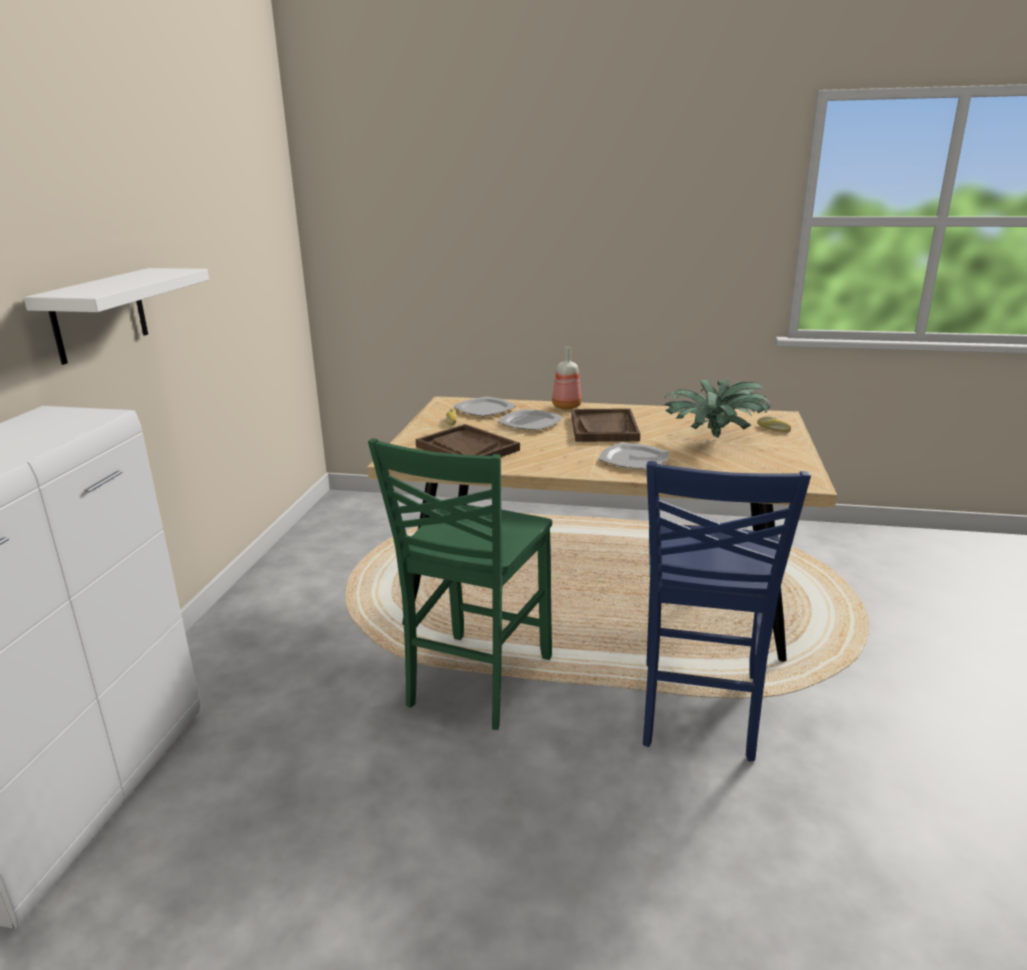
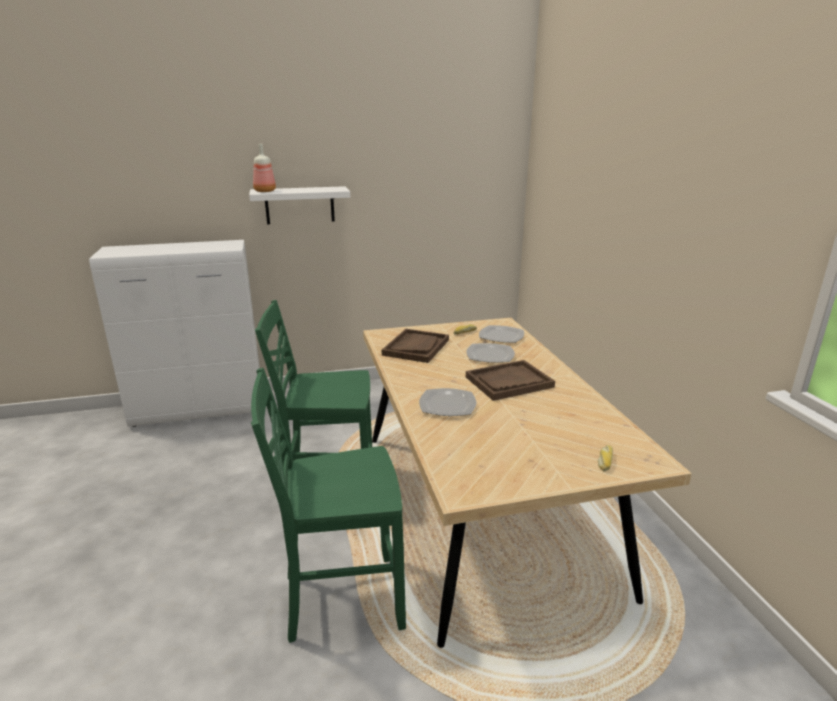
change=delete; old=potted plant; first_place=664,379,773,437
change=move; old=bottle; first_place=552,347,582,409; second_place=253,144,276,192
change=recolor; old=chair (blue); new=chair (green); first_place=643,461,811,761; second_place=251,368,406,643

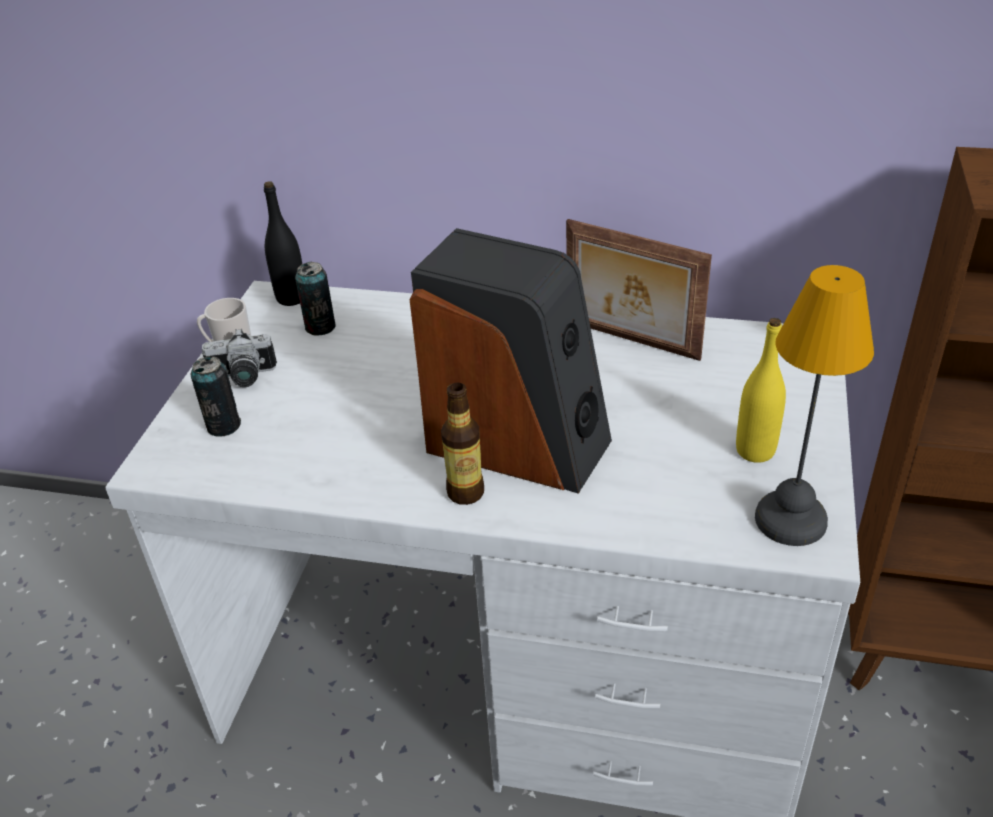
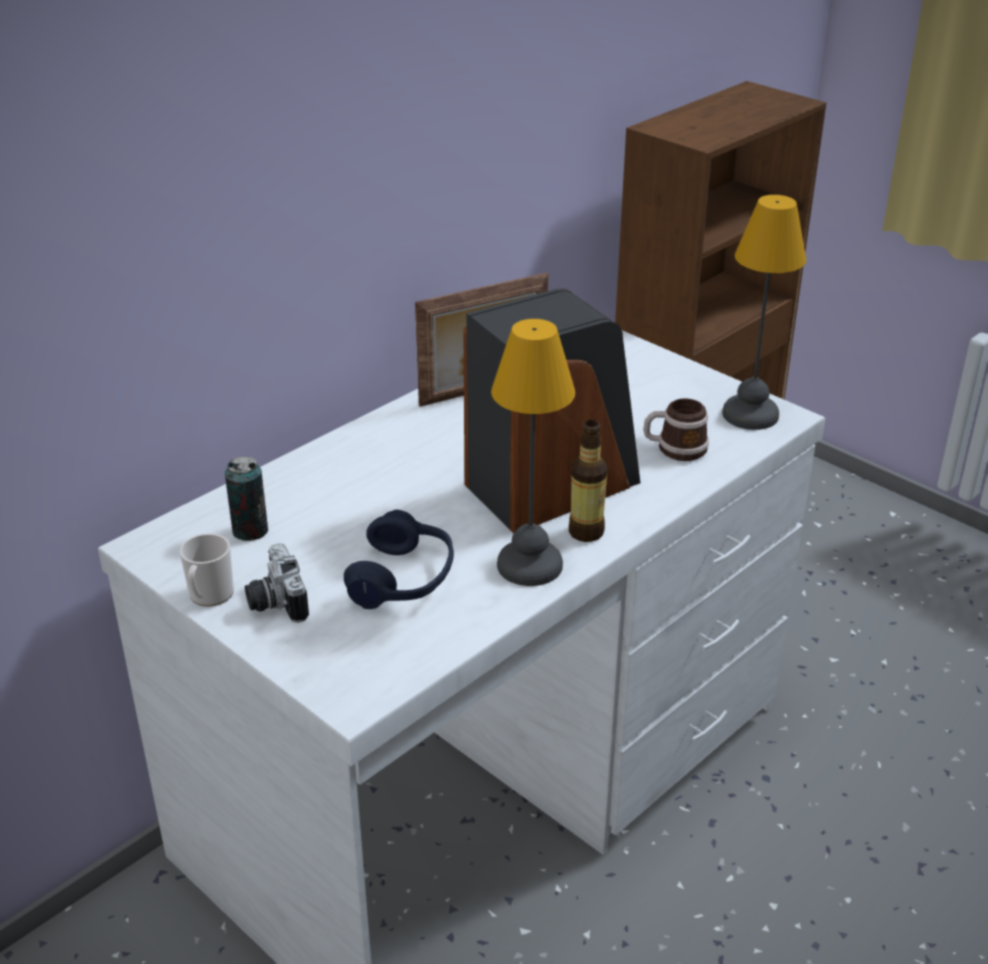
change=delete; old=can; first_place=191,356,241,437
change=delete; old=bottle (black); first_place=264,181,302,306
change=delete; old=bottle (yellow); first_place=736,318,786,463
change=insert; new=headphones (blue); second_place=344,510,454,609
change=insert; new=table lamp; second_place=491,319,575,586
change=insert; new=mug; second_place=643,398,709,461
change=rotate; old=photo camera; first_place=202,328,277,387; second_place=245,543,309,623; degrees=135

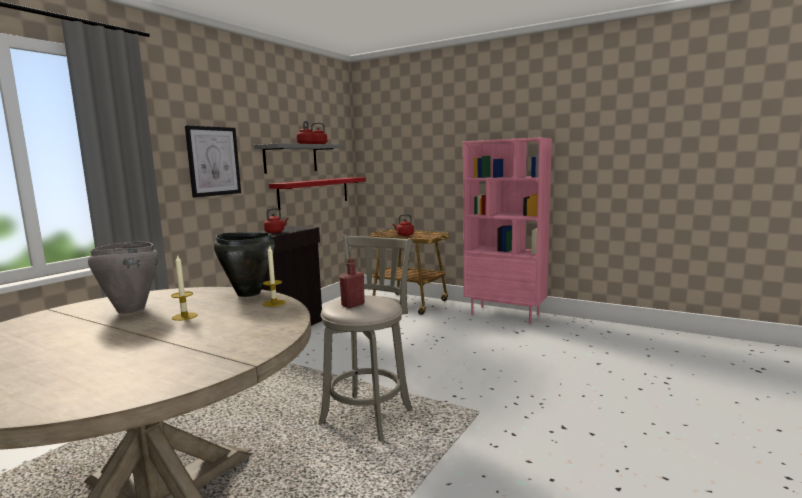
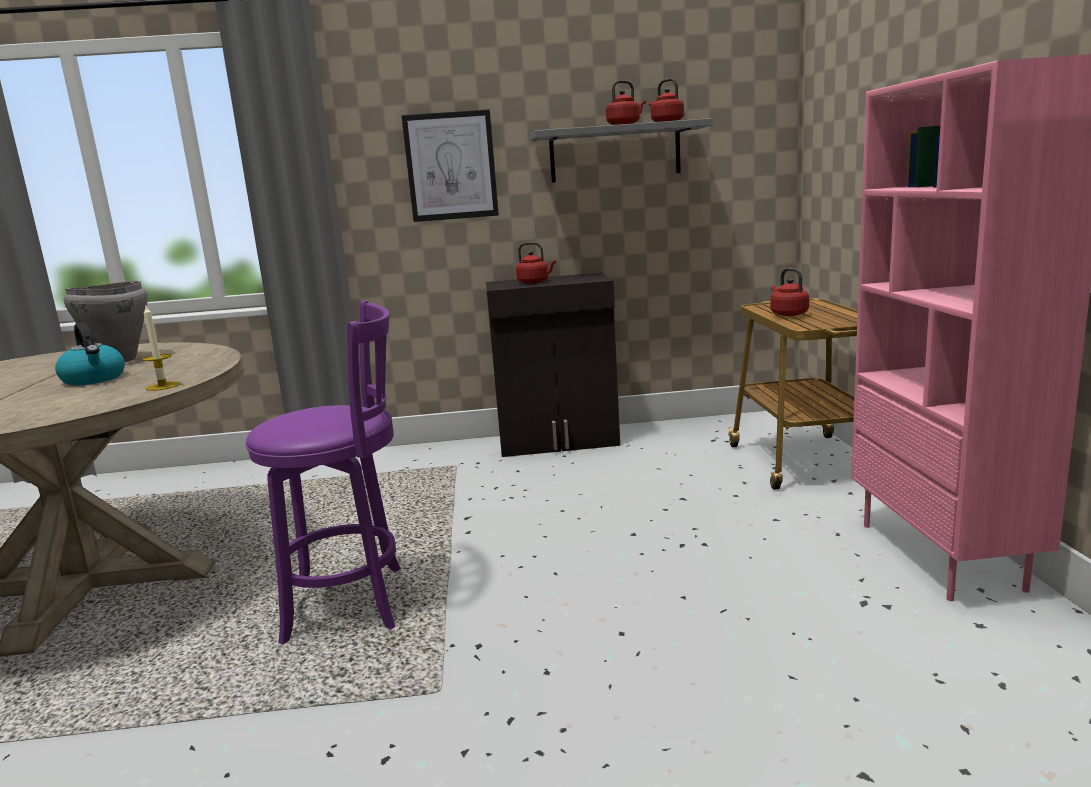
change=delete; old=cooking pot (black); first_place=214,233,275,297
change=delete; old=shelf (red); first_place=269,177,366,210
change=delete; old=bottle (red); first_place=339,258,365,308
change=replace; old=candle; new=kettle; first_place=171,254,197,321; second_place=55,322,125,385
change=recolor; old=stool (grey); new=stool (purple); first_place=318,235,413,442; second_place=246,301,401,645

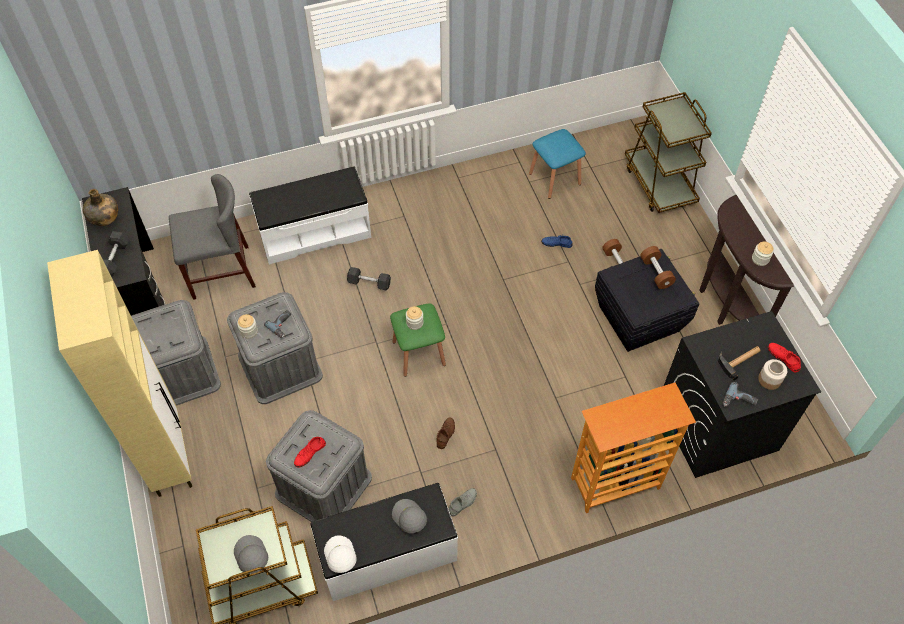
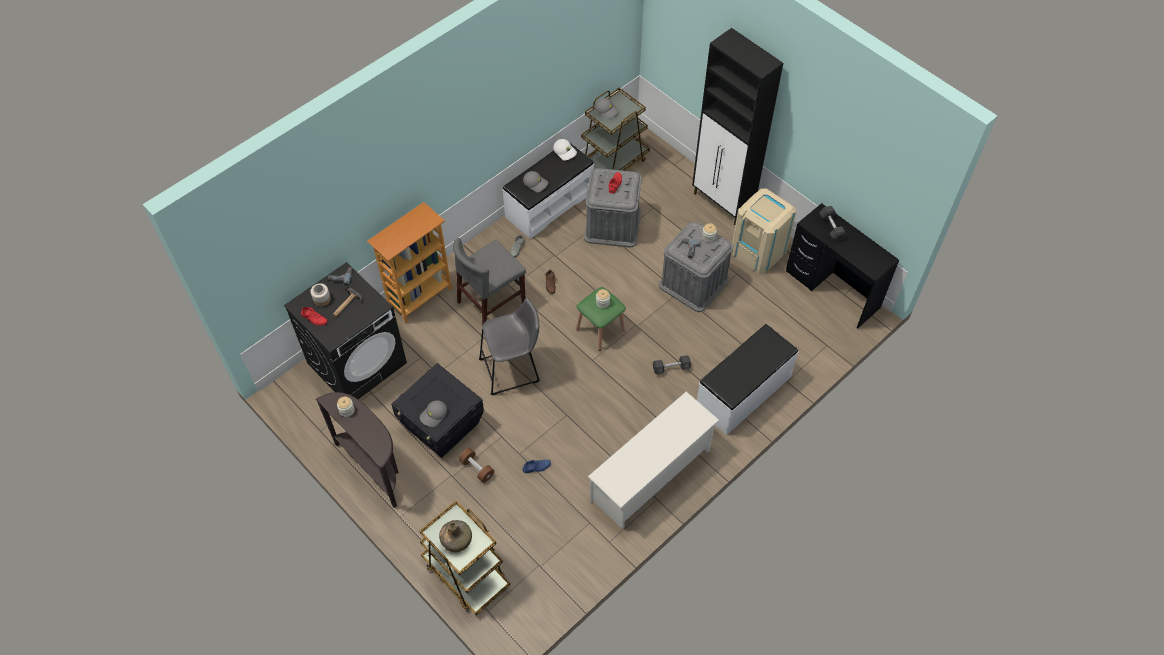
change=delete; old=stool (blue); first_place=529,129,586,199
change=insert; new=stool (grey); second_place=479,298,540,395
change=insert; new=shoe rack (white); second_place=588,391,720,529
change=move; old=bottle (green); first_place=83,189,118,226; second_place=439,520,472,552
change=move; old=chair (grey); first_place=169,174,256,300; second_place=453,238,526,328
change=replace; old=storage box (grey); new=trash can (beige); first_place=131,300,221,406; second_place=731,188,796,274
change=replace; old=dumbbell (brown); new=cap (grey); first_place=640,246,676,289; second_place=420,400,447,427
change=recolor; old=cabinet (beige); new=cabinet (black); first_place=47,250,192,497; second_place=692,28,783,225

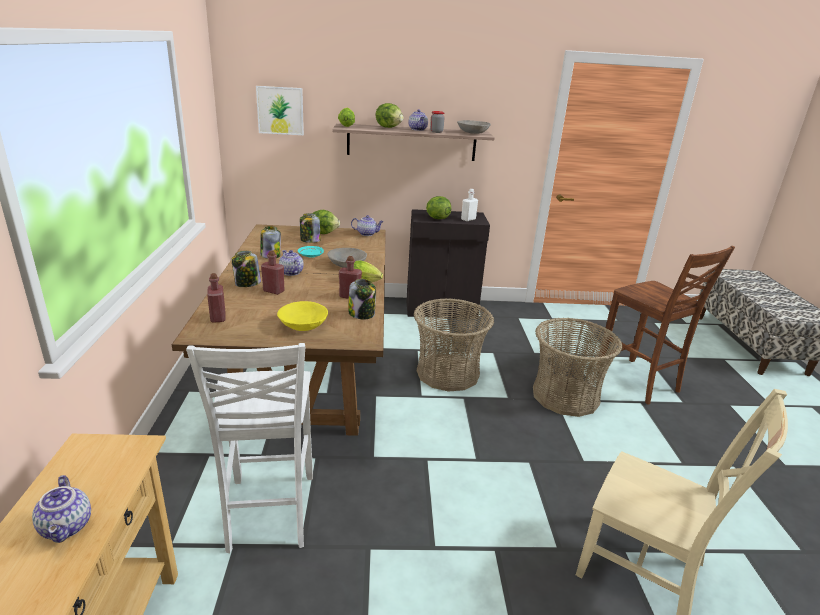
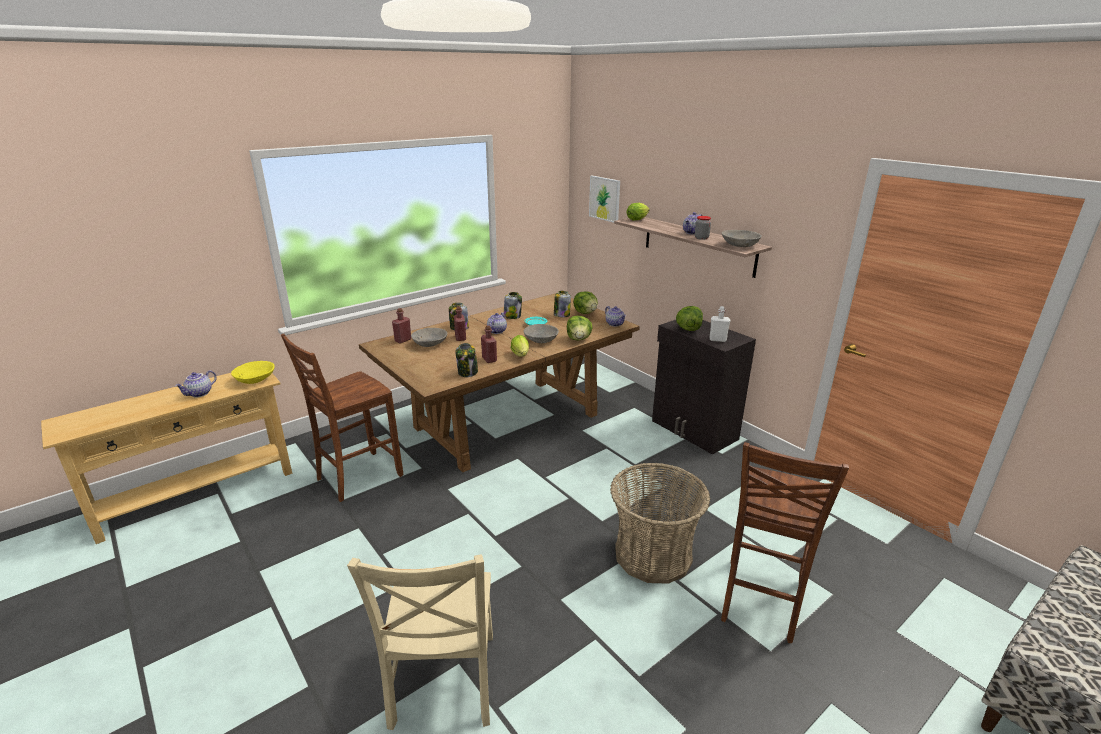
change=delete; old=basket; first_place=414,299,494,392
change=insert; new=bowl (grey); second_place=411,328,447,347
change=move; old=bowl (yellow); first_place=277,301,328,331; second_place=231,361,275,384
change=move; old=lettuce; first_place=375,103,404,128; second_place=567,316,593,341
change=recolor; old=chair (white); new=chair (brown); first_place=186,343,313,553; second_place=281,334,403,502

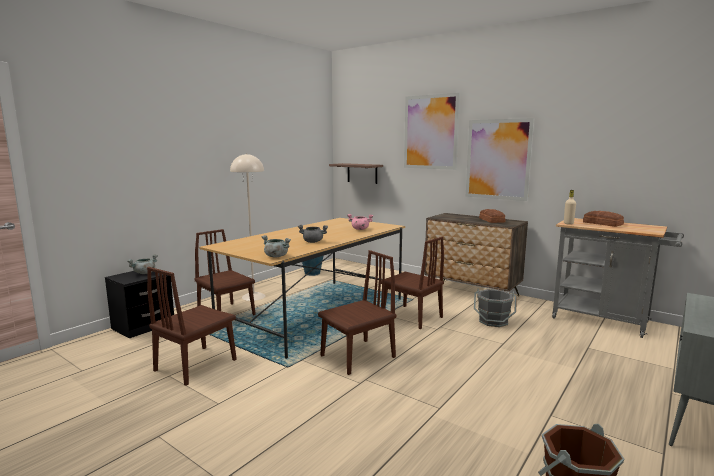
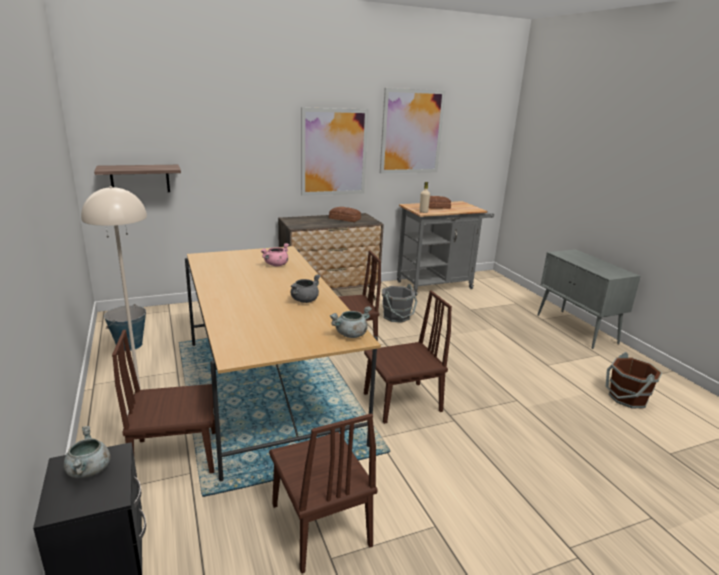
change=move; old=picture; first_place=404,93,460,170; second_place=380,88,446,173
change=rotate; old=chair (brown); first_place=318,250,396,375; second_place=364,291,452,424; degrees=75

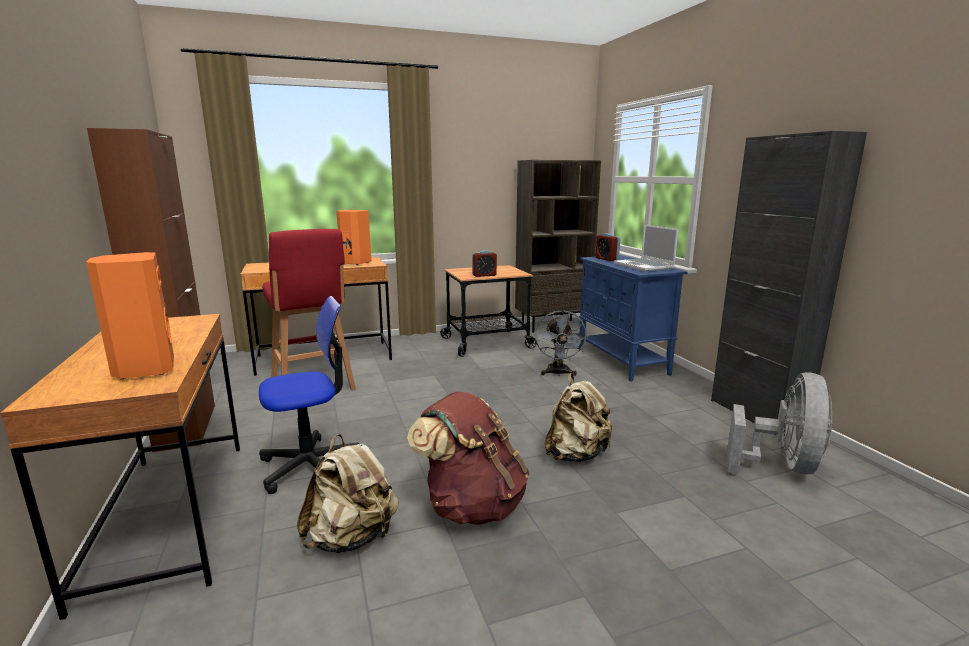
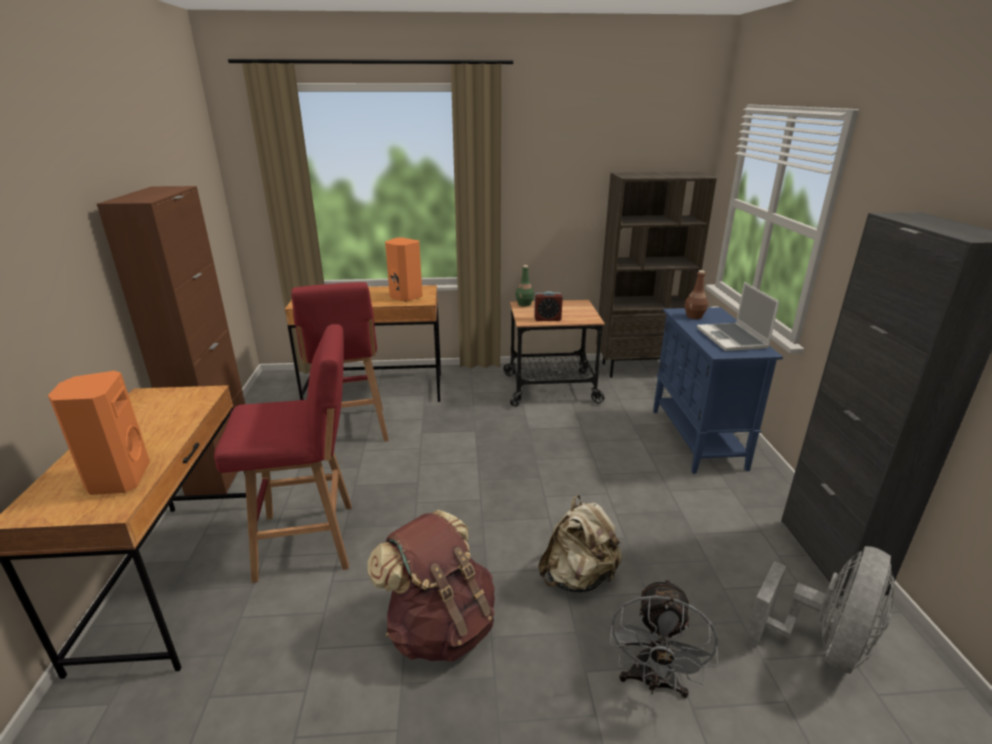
change=delete; old=backpack (beige); first_place=297,434,399,553
change=insert; new=bottle (green); second_place=516,265,534,307
change=move; old=fan (grey); first_place=535,310,588,376; second_place=610,578,718,698
change=replace; old=office chair; new=stool (red); first_place=259,296,359,494; second_place=214,324,352,583
change=replace; old=alarm clock; new=bottle (brown); first_place=596,233,620,261; second_place=684,270,708,319

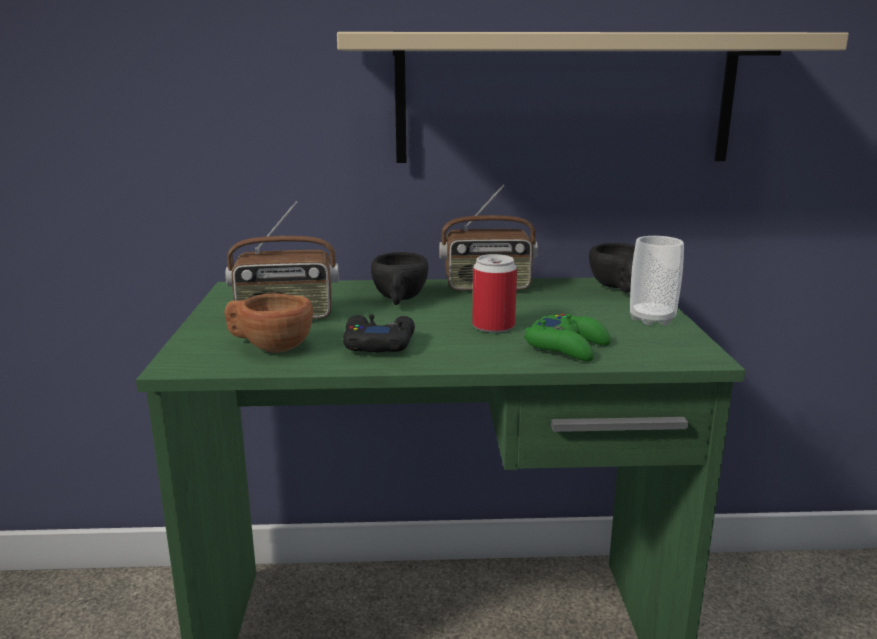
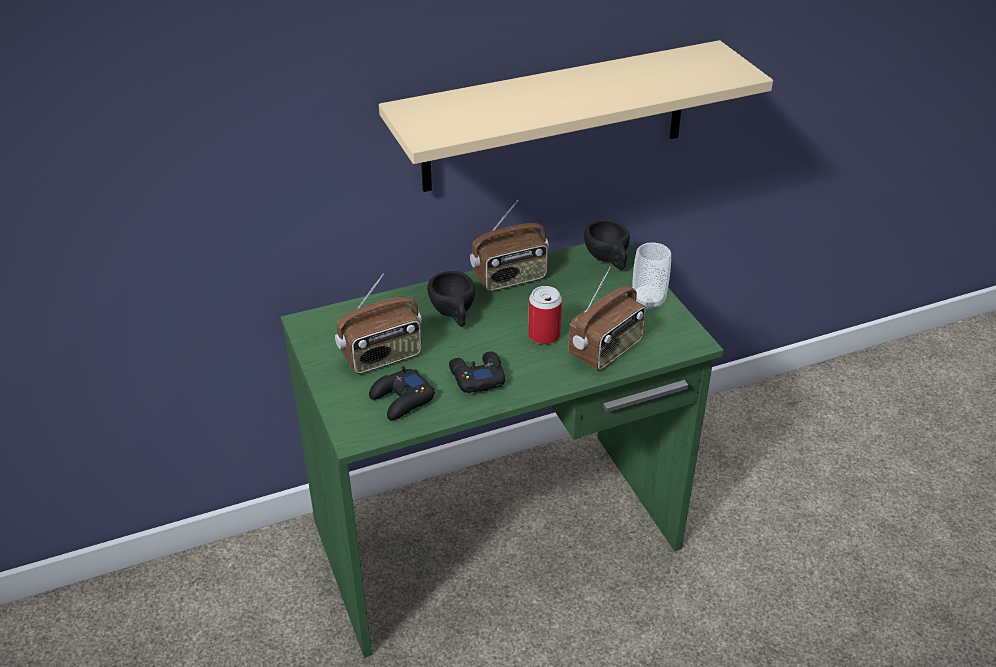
change=replace; old=cup (brown); new=game controller (black); first_place=224,293,313,353; second_place=369,366,435,420
change=replace; old=game controller (green); new=radio; first_place=524,314,611,361; second_place=569,267,646,370

